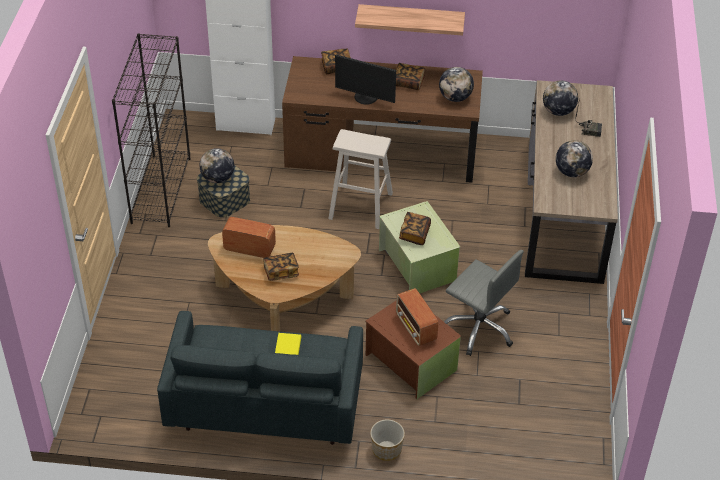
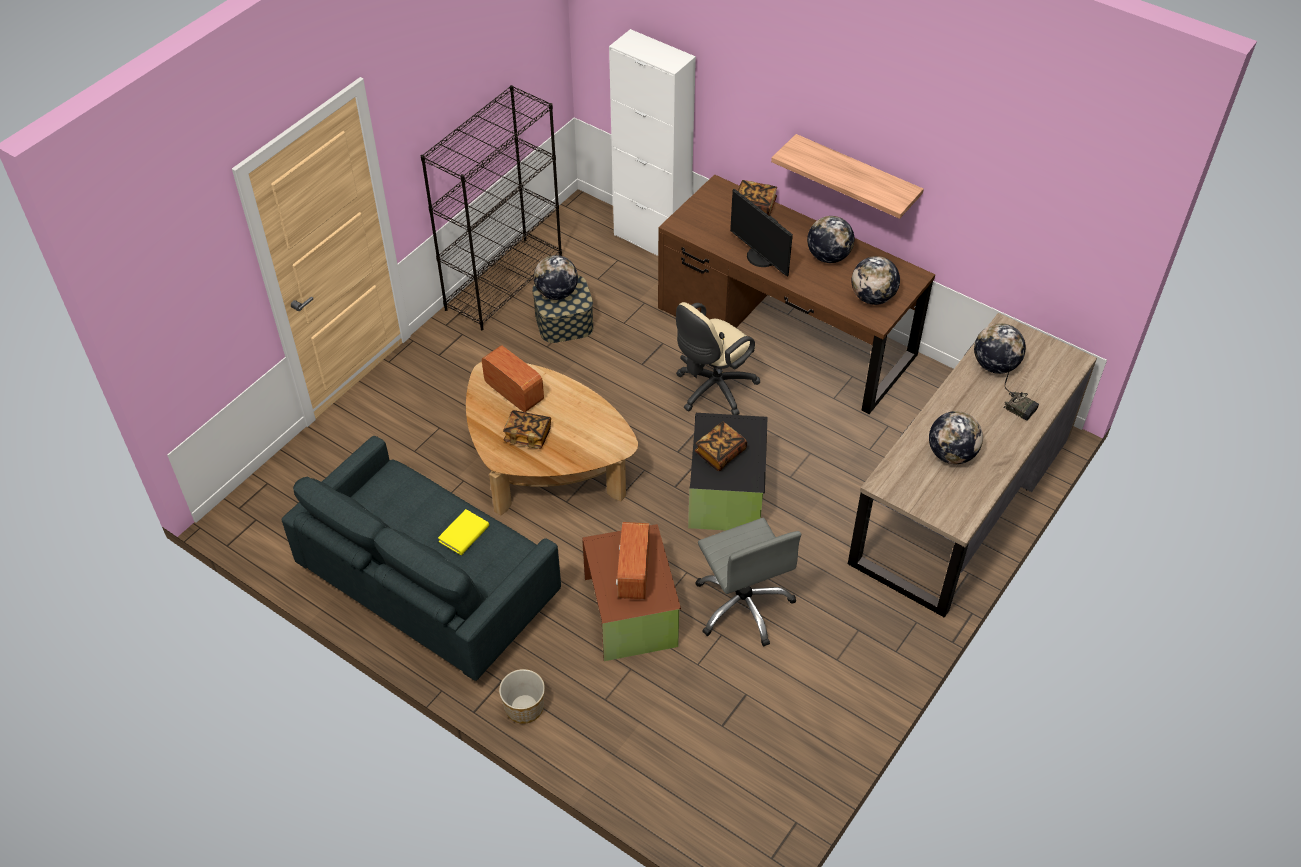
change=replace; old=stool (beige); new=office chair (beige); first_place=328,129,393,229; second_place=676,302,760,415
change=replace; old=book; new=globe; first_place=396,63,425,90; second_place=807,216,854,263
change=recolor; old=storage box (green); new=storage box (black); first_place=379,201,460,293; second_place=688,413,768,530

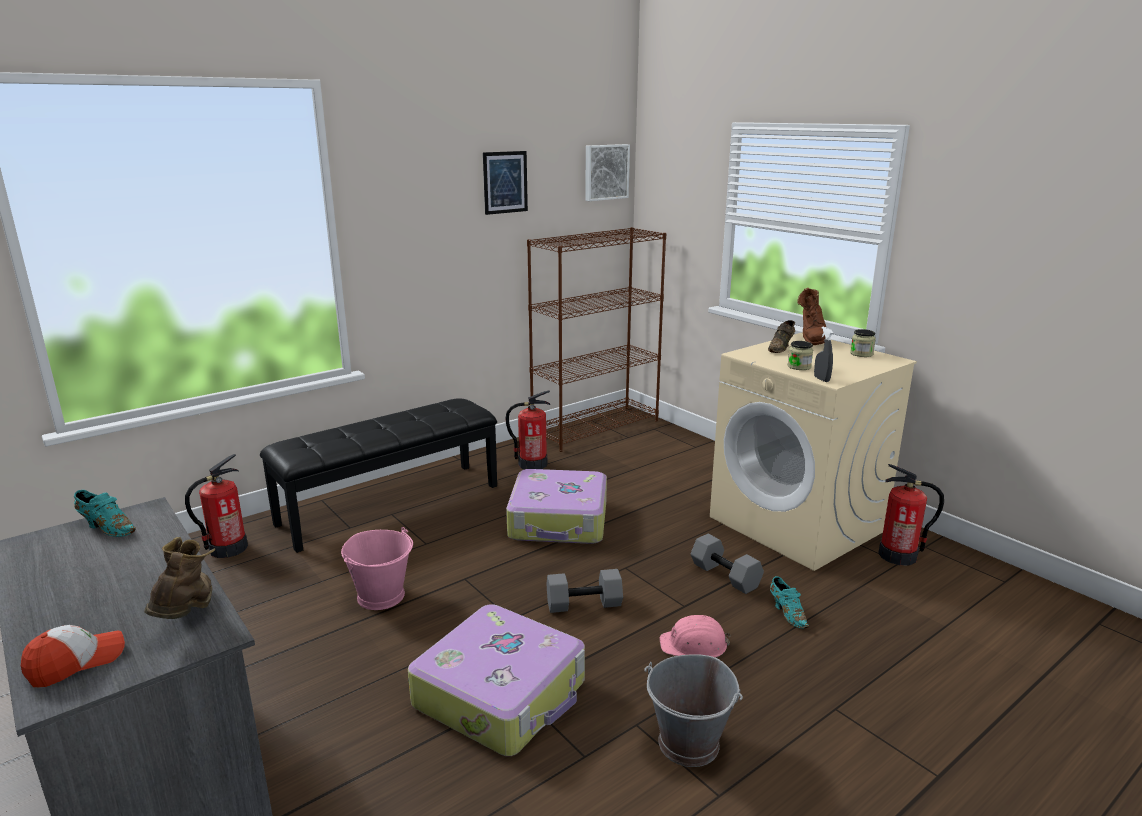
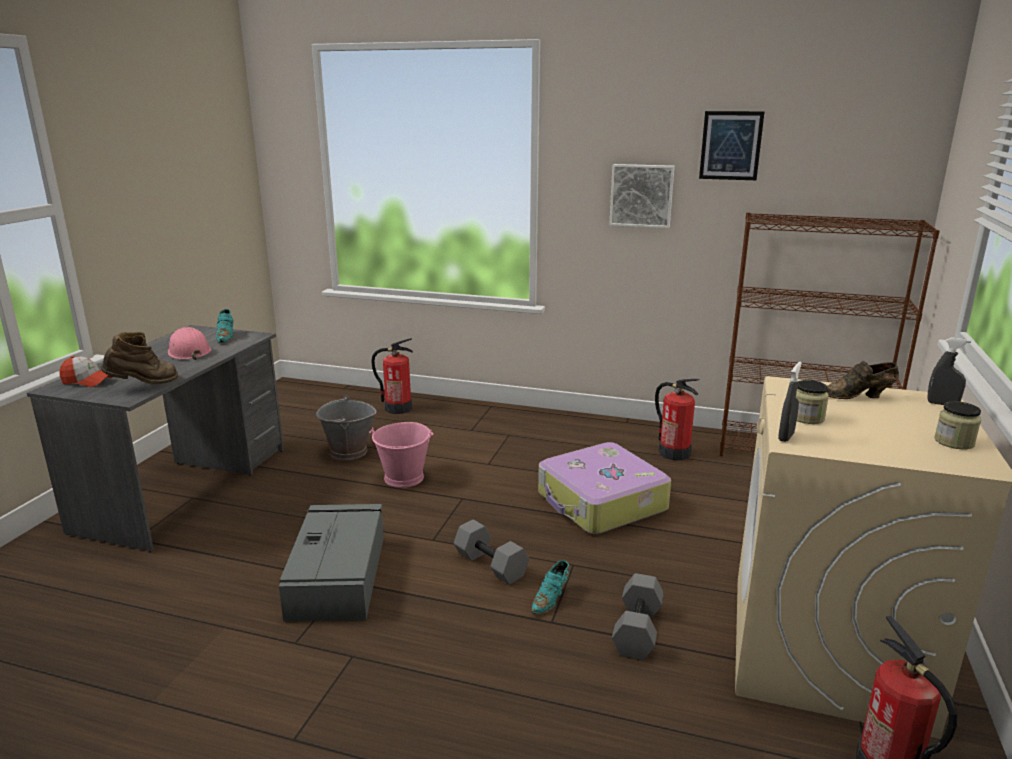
change=delete; old=bench (black); first_place=260,398,497,553
change=move; old=picture; first_place=585,144,630,201; second_place=609,164,675,228
change=move; old=bucket (grey); first_place=644,654,743,767; second_place=316,395,377,460
change=move; old=hard hat (pink); first_place=660,615,731,658; second_place=168,327,211,360
change=move; old=shoe (turquoise); first_place=770,576,809,629; second_place=532,560,570,614
change=replace; old=suitcase; new=storage box (grey); first_place=408,604,585,756; second_place=279,504,384,622
change=replace; old=boot (brown); new=spray bottle (grey); first_place=797,288,827,345; second_place=927,337,971,405

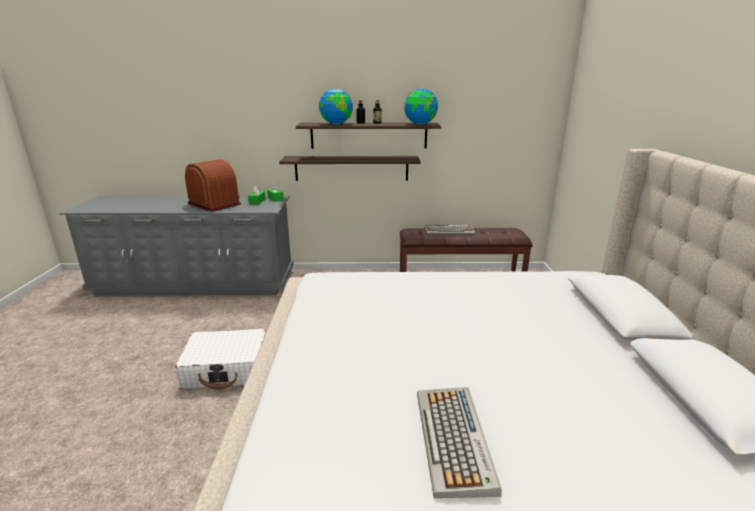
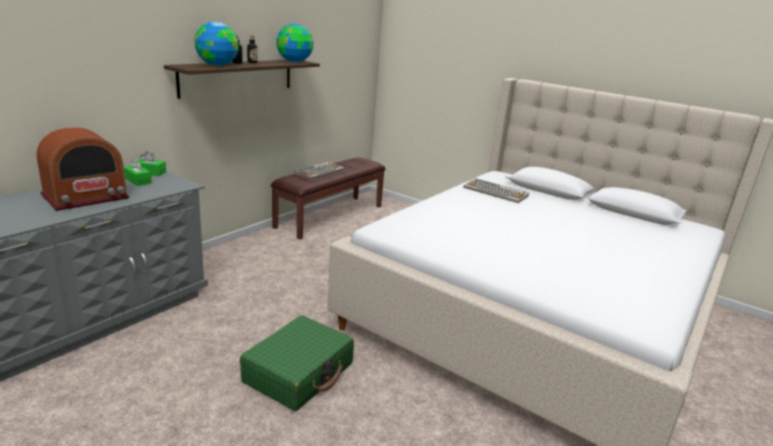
change=delete; old=shelf; first_place=279,156,421,181
change=move; old=keyboard; first_place=417,387,502,498; second_place=463,178,529,203
change=recolor; old=suitcase (white); new=suitcase (green); first_place=175,329,266,390; second_place=240,315,354,411
change=rotate; old=radio; first_place=185,159,241,212; second_place=36,127,129,211; degrees=150

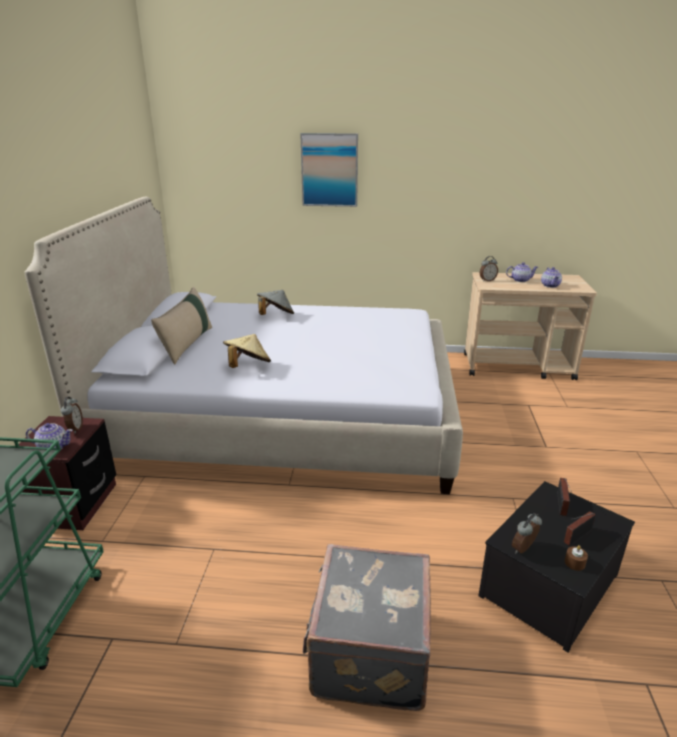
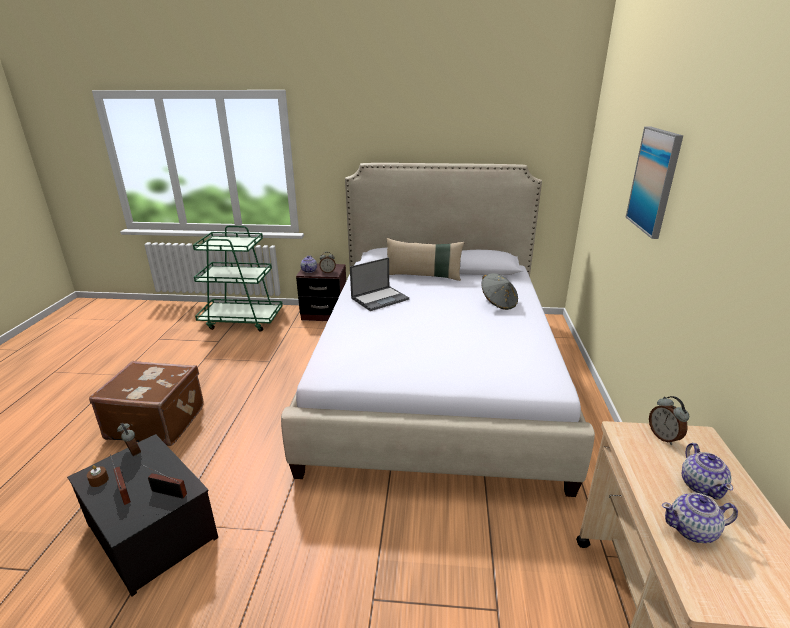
change=replace; old=hat (beige); new=laptop; first_place=223,334,271,368; second_place=350,257,409,311
change=recolor; old=suitcase (grey); new=suitcase (brown); first_place=303,544,431,711; second_place=89,361,204,446

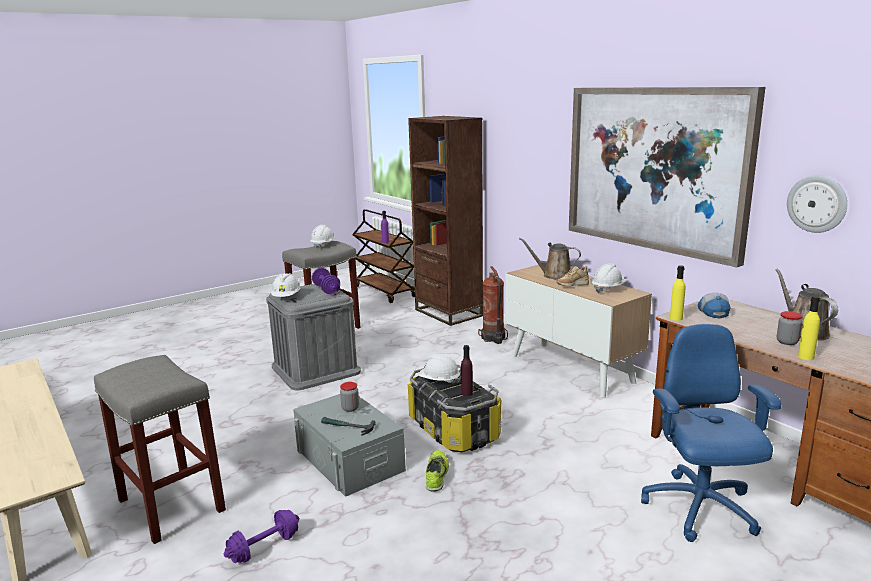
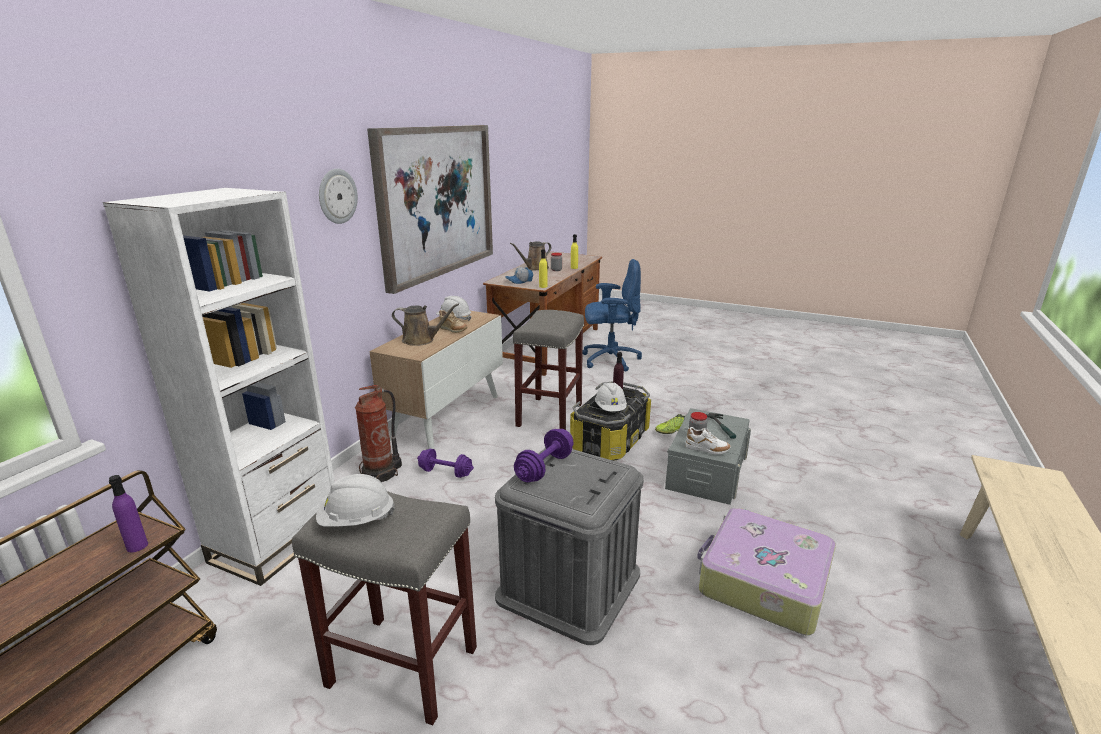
change=delete; old=hard hat (white); first_place=271,273,300,297
change=insert; new=shoe (white); second_place=685,427,731,455
change=insert; new=suitcase; second_place=697,508,836,635
change=move; old=stool (grey); first_place=94,355,226,544; second_place=513,310,584,430
change=move; old=dumbbell (purple); first_place=224,510,299,563; second_place=417,449,474,478
change=move; old=wall clock; first_place=787,175,847,233; second_place=319,169,358,224
change=recolor; old=bookcase (brown); new=bookcase (white); first_place=408,116,483,326; second_place=103,188,335,586
change=rotate; old=watering can (brown); first_place=519,238,581,280; second_place=392,304,459,346; degrees=-75
change=rotate; old=office chair (blue); first_place=641,324,782,542; second_place=582,259,642,372; degrees=-150

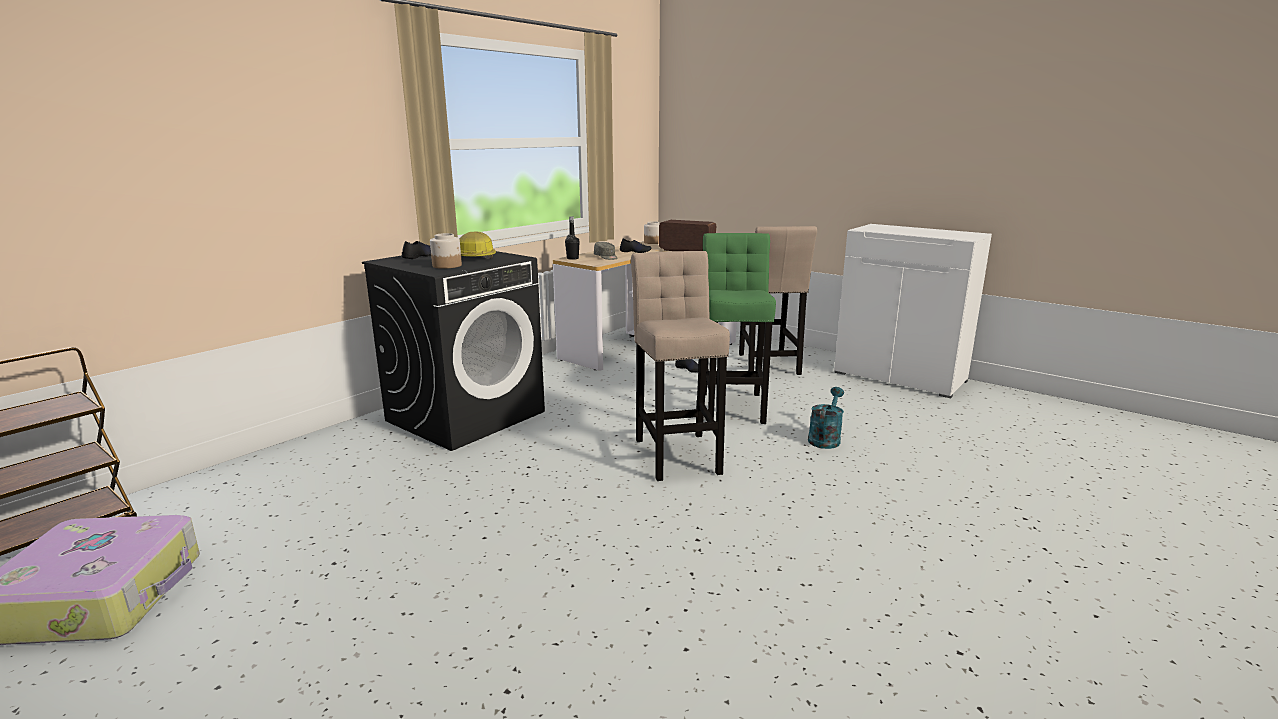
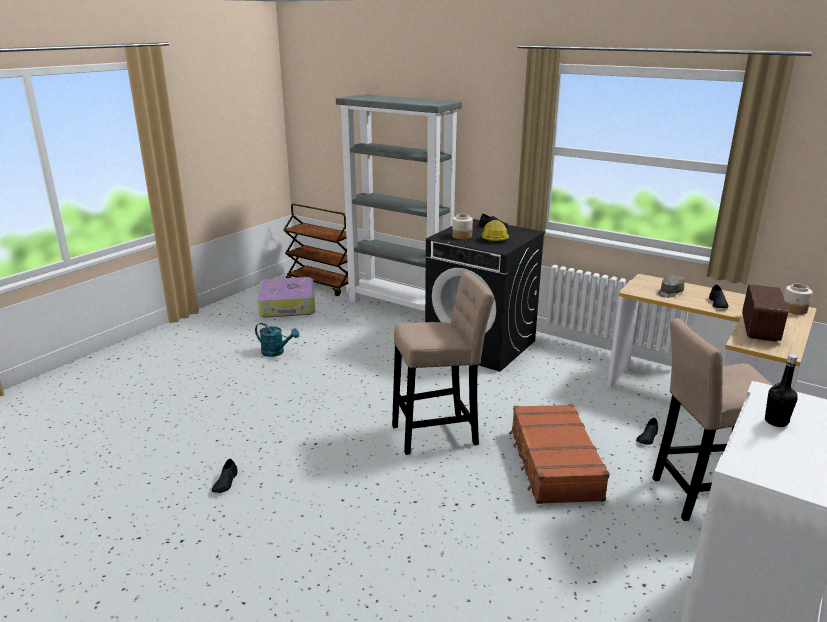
change=insert; new=shoe (black); second_place=212,459,237,493
change=insert; new=bookcase (grey); second_place=336,94,462,311
change=move; old=bottle (black); first_place=565,216,580,260; second_place=765,354,798,427
change=move; old=watering can (turquoise); first_place=808,387,844,449; second_place=255,323,299,357
change=replace; old=stool (green); new=suitcase (brown); first_place=703,233,776,424; second_place=509,404,610,504

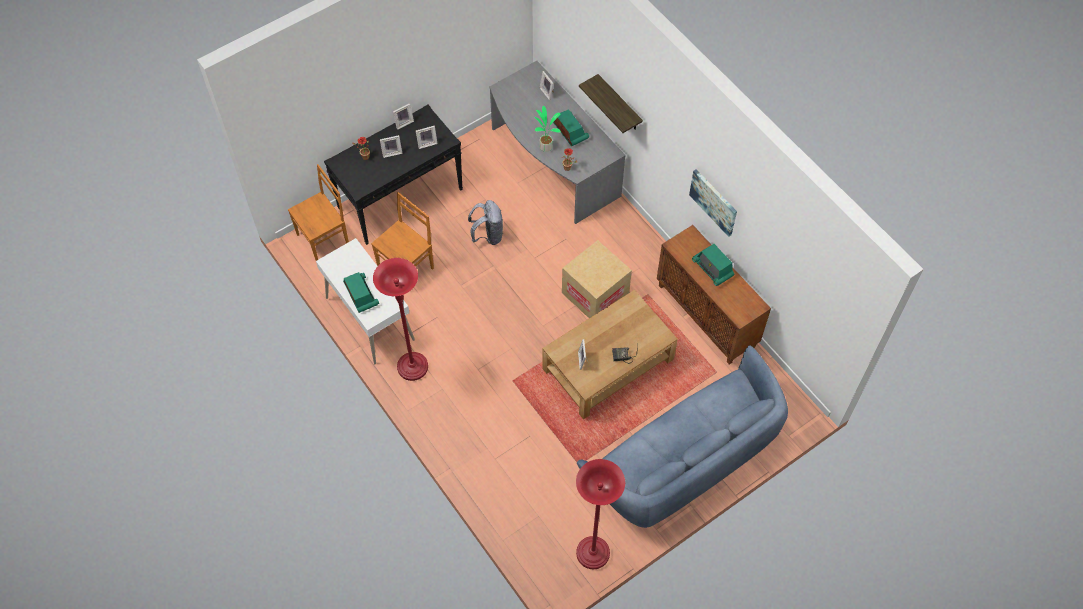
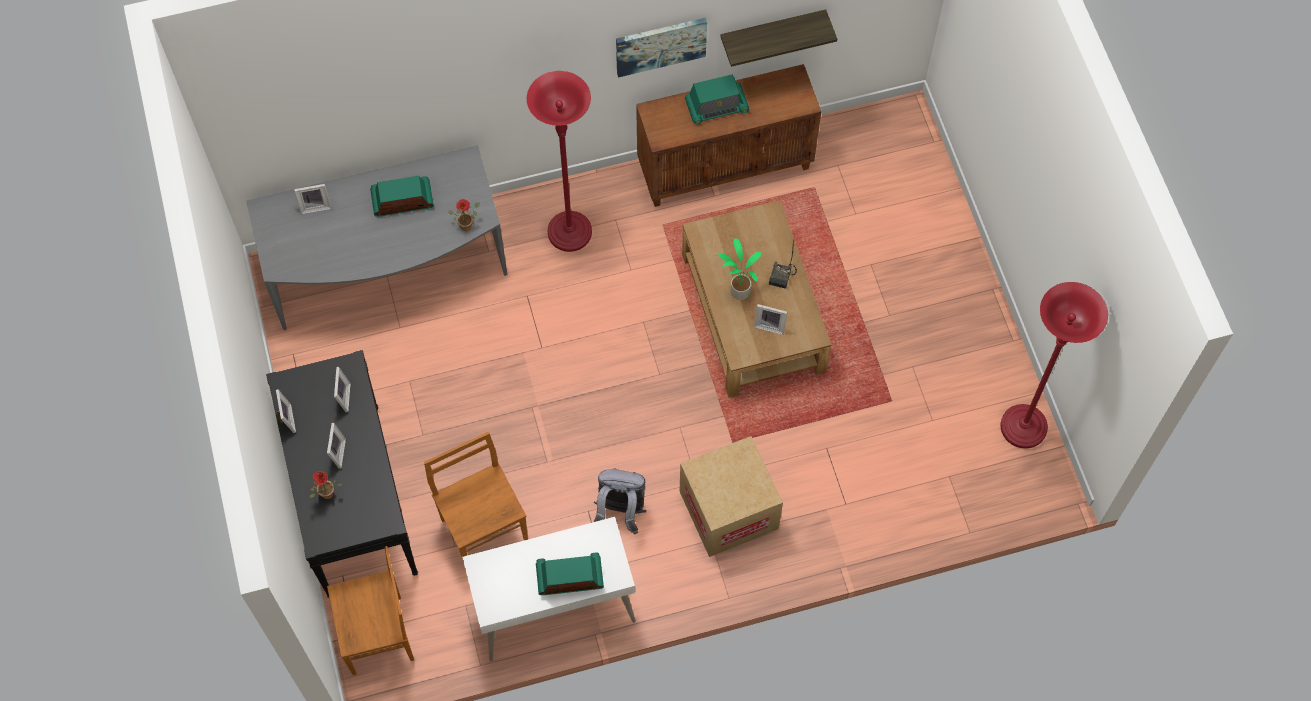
change=delete; old=sofa (blue); first_place=577,345,788,528
change=move; old=floor lamp (red); first_place=373,258,428,381; second_place=527,71,592,252
change=move; old=backpack (grey); first_place=468,200,503,245; second_place=594,468,646,535
change=move; old=potted plant; first_place=535,106,561,152; second_place=718,238,761,300
change=move; old=cardboard box; first_place=562,240,632,318; second_place=680,436,783,557
change=move; old=shelf; first_place=579,74,643,133; second_place=720,9,837,67
change=rotate; old=chair (brown); first_place=288,164,349,261; second_place=327,546,414,676; degrees=90

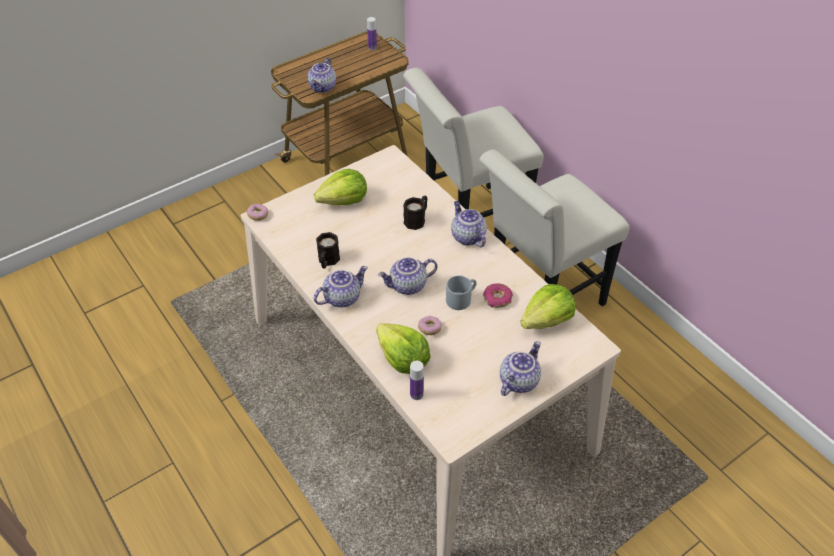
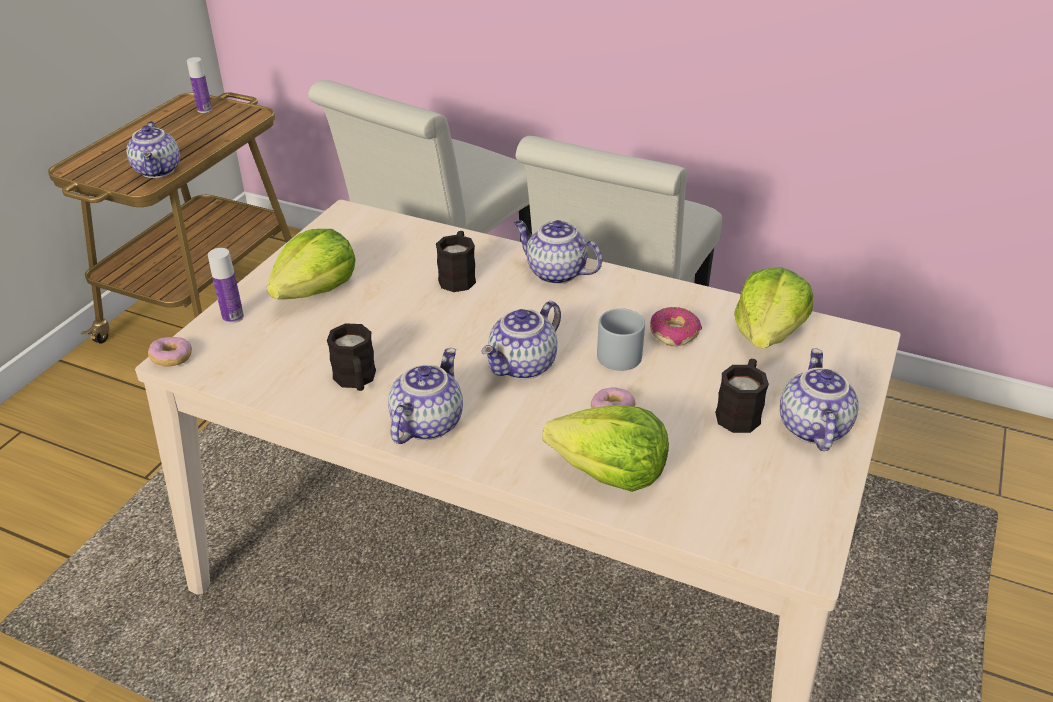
change=insert; new=mug (black); second_place=715,359,769,433
change=move; old=bottle; first_place=410,361,424,400; second_place=208,248,244,324

